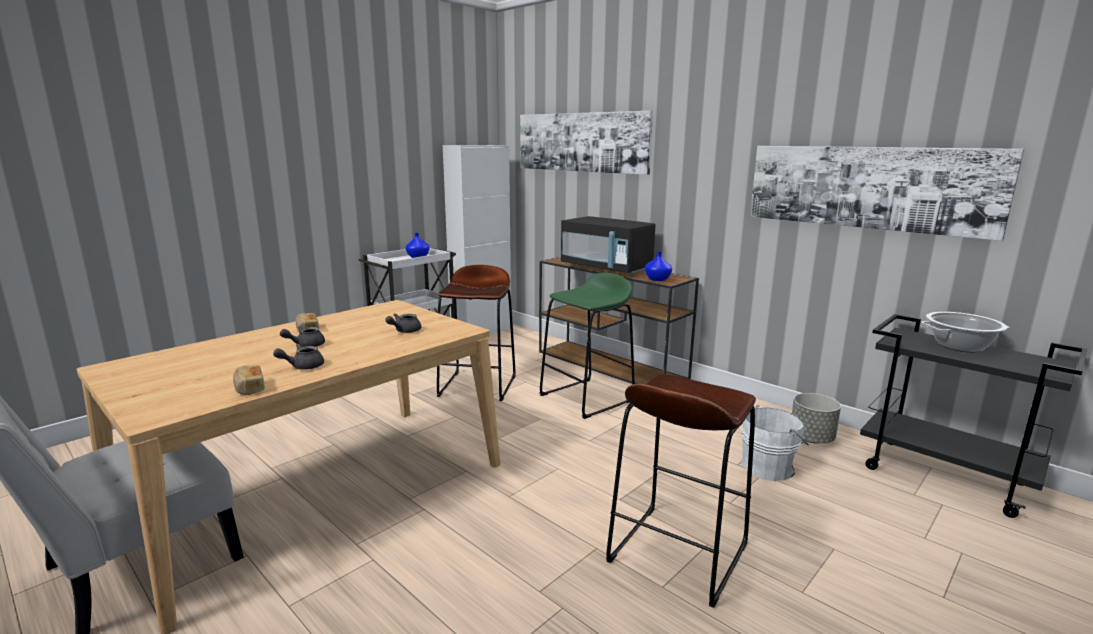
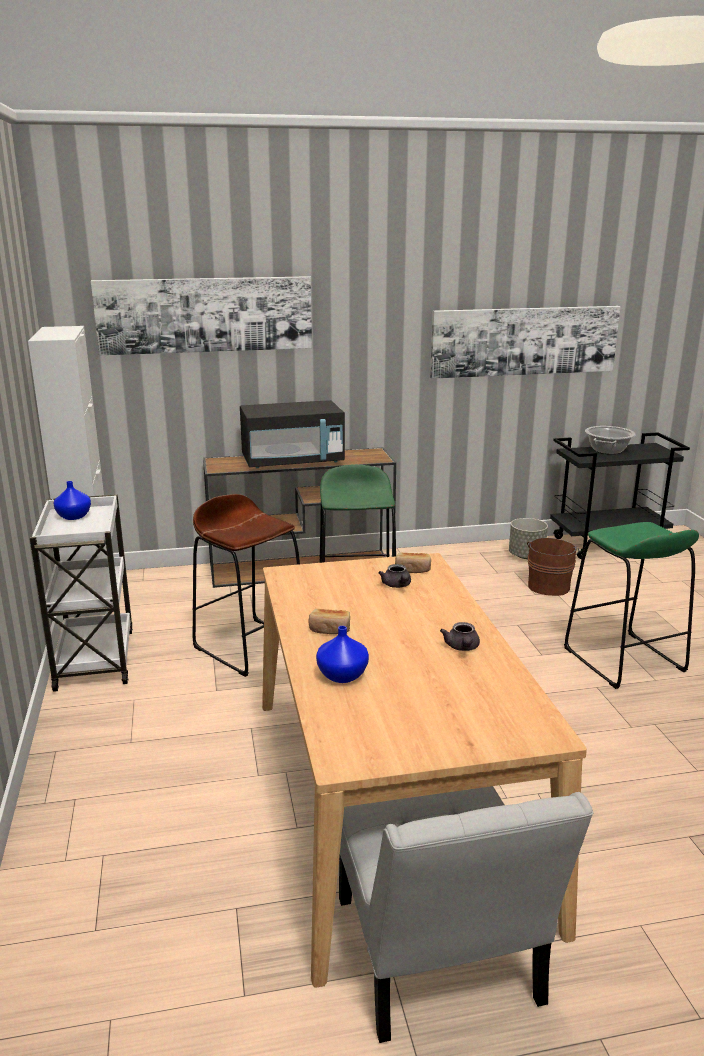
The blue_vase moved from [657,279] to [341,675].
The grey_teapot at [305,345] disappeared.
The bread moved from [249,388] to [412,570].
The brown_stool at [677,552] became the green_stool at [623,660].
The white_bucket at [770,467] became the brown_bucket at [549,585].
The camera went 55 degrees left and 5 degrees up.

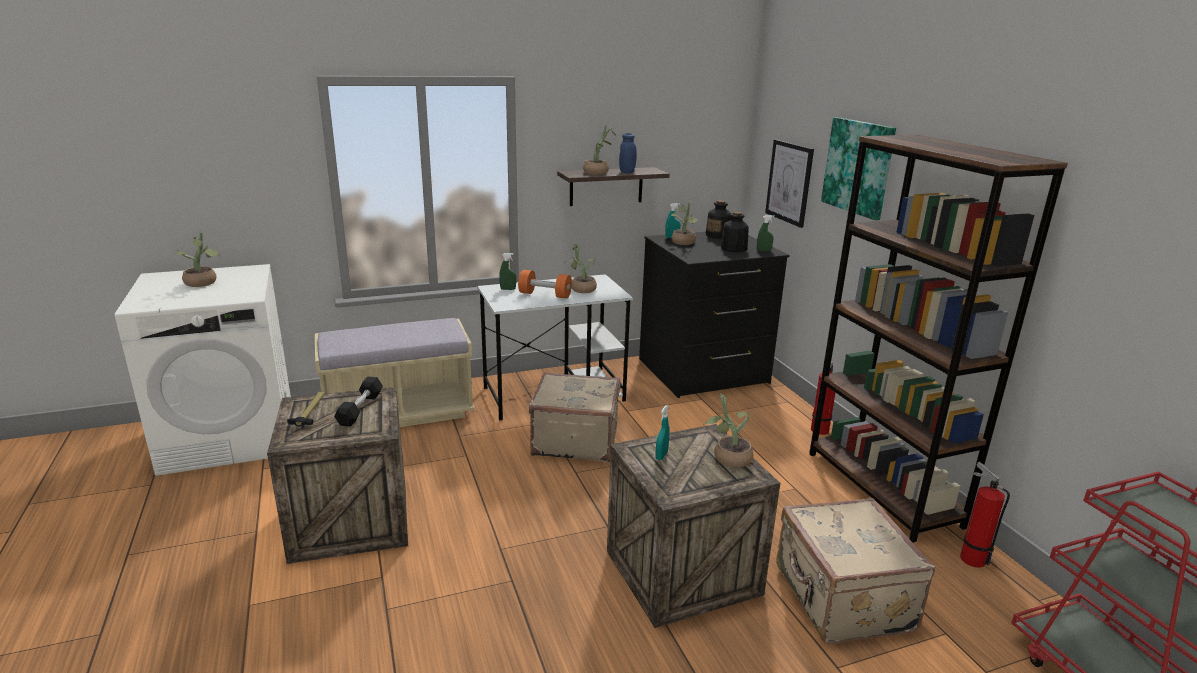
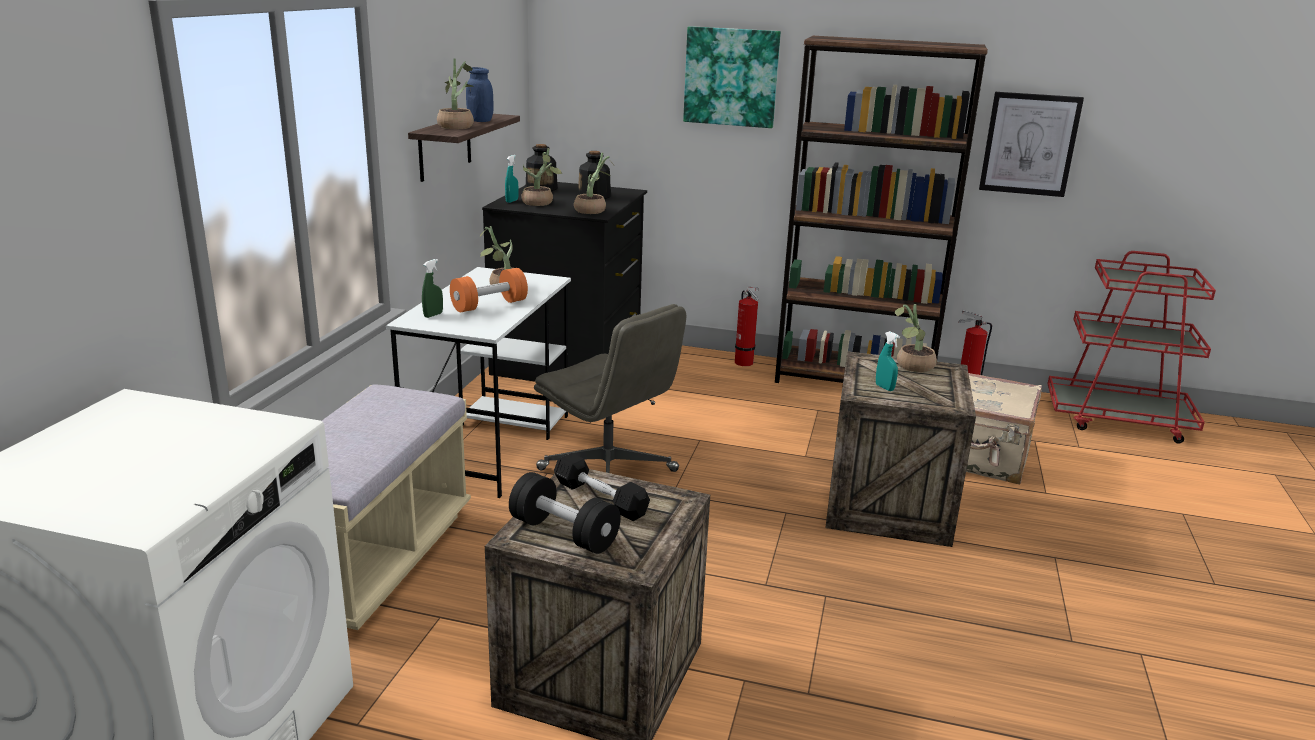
The picture moved from [789,182] to [1029,144].
The green_spray_bottle at [763,251] disappeared.
The potted_plant moved from [203,283] to [593,210].
The beige_suitcase at [575,440] was replaced by the grey_office_chair at [609,471].
The hammer at [310,412] was replaced by the black_dumbbell at [564,533].
The camera went 55 degrees left and 0 degrees up.

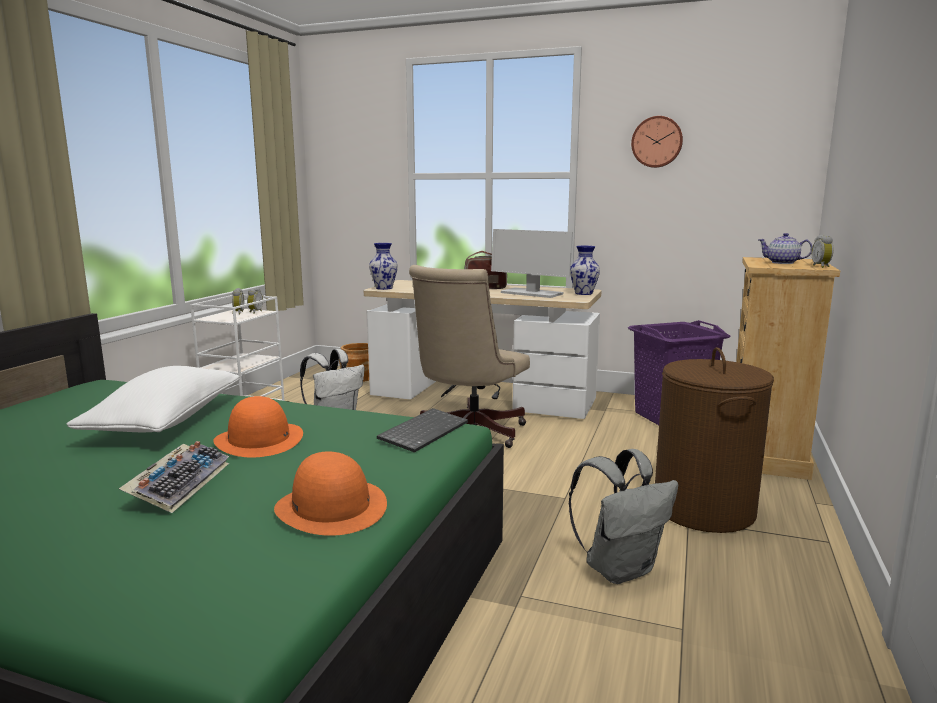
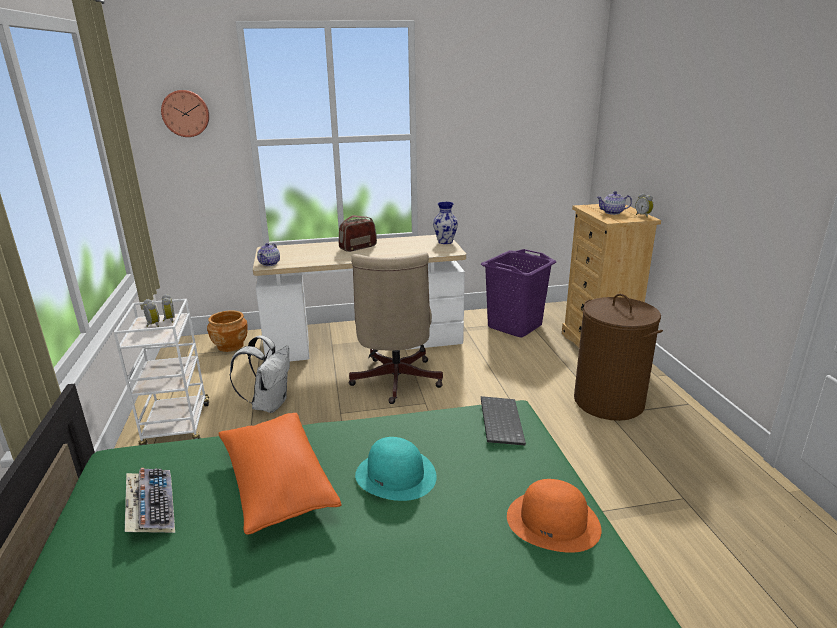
The wall_clock moved from [657,142] to [186,113].
The monitor at [531,293] disappeared.
The vase at [384,288] was replaced by the teapot at [270,263].
The white_pillow at [165,422] became the orange_pillow at [277,485].
The orange_hat at [259,440] became the turquoise_hat at [396,475].
The keyboard moved from [179,484] to [151,507].
The grey_backpack at [620,568] disappeared.
The camera went 30 degrees left and 10 degrees up.

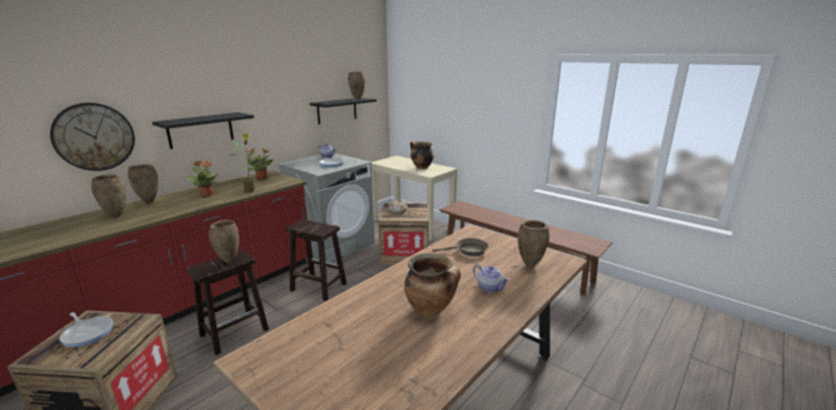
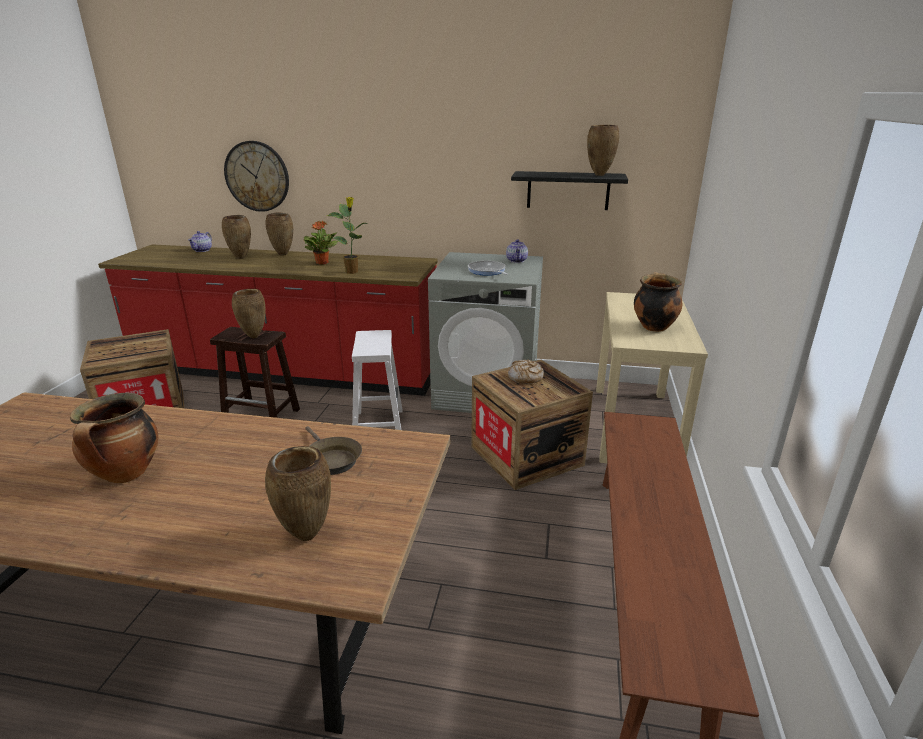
The black_shelf at [201,130] disappeared.
The potted_plant at [262,178] disappeared.
The brown_stool at [317,287] became the white_stool at [378,425].
The teapot moved from [490,287] to [202,250].
The frying_pan at [88,333] disappeared.
The camera went 60 degrees right and 5 degrees up.

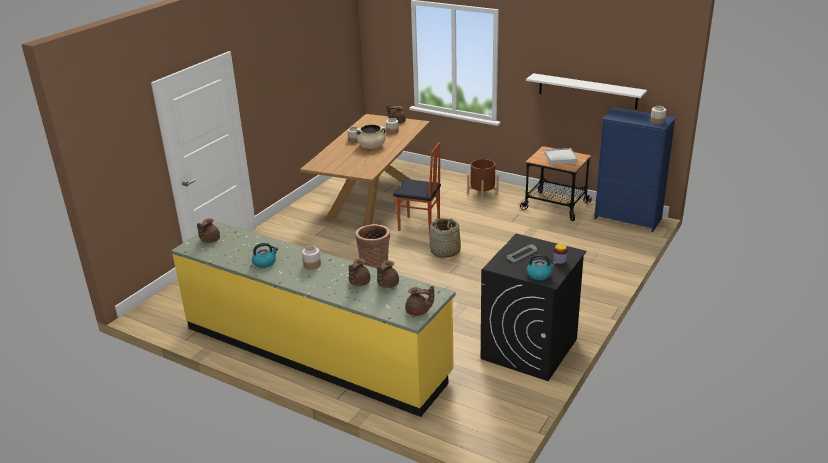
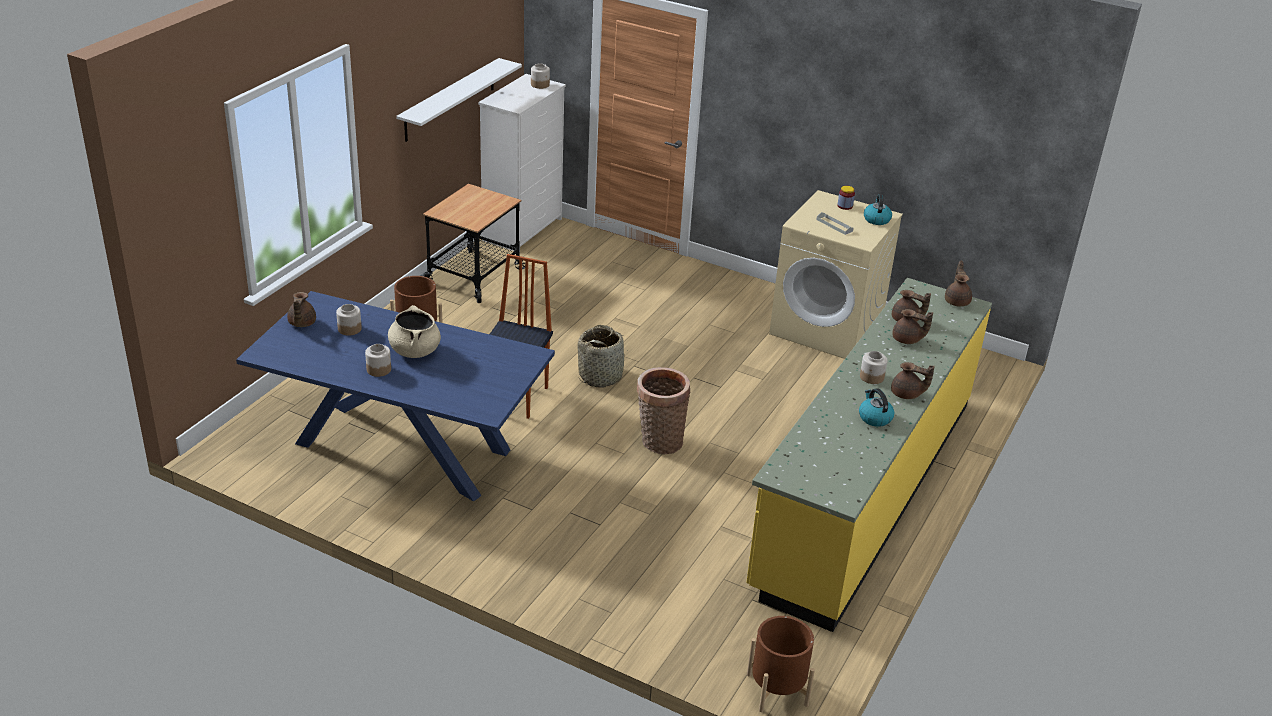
The blue_dresser at [628,219] became the white_dresser at [523,229].
The brown_dining_table at [371,199] became the blue_dining_table at [402,447].
The white_tray at [560,158] disappeared.
The brown_teapot moved from [209,240] to [907,394].
The black_washing_machine at [529,349] became the beige_washing_machine at [827,328].
The brown_planter at [777,689] appeared.
The camera went 95 degrees left and 5 degrees up.

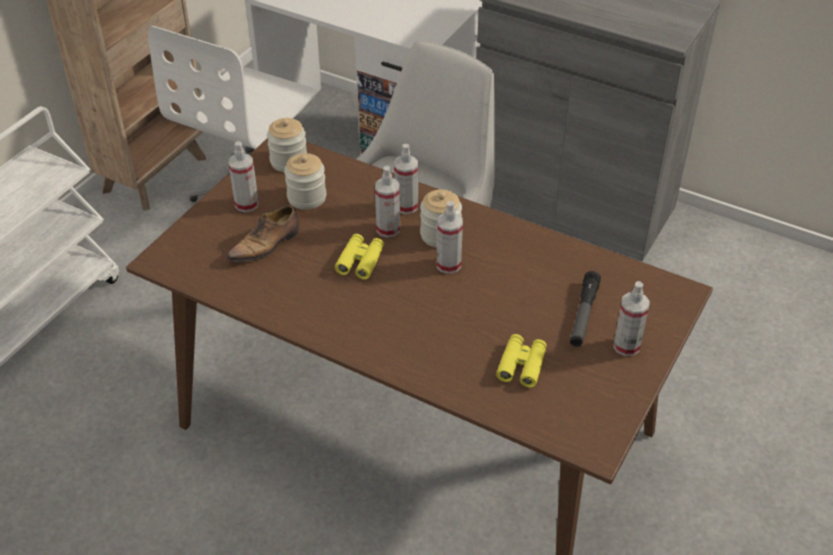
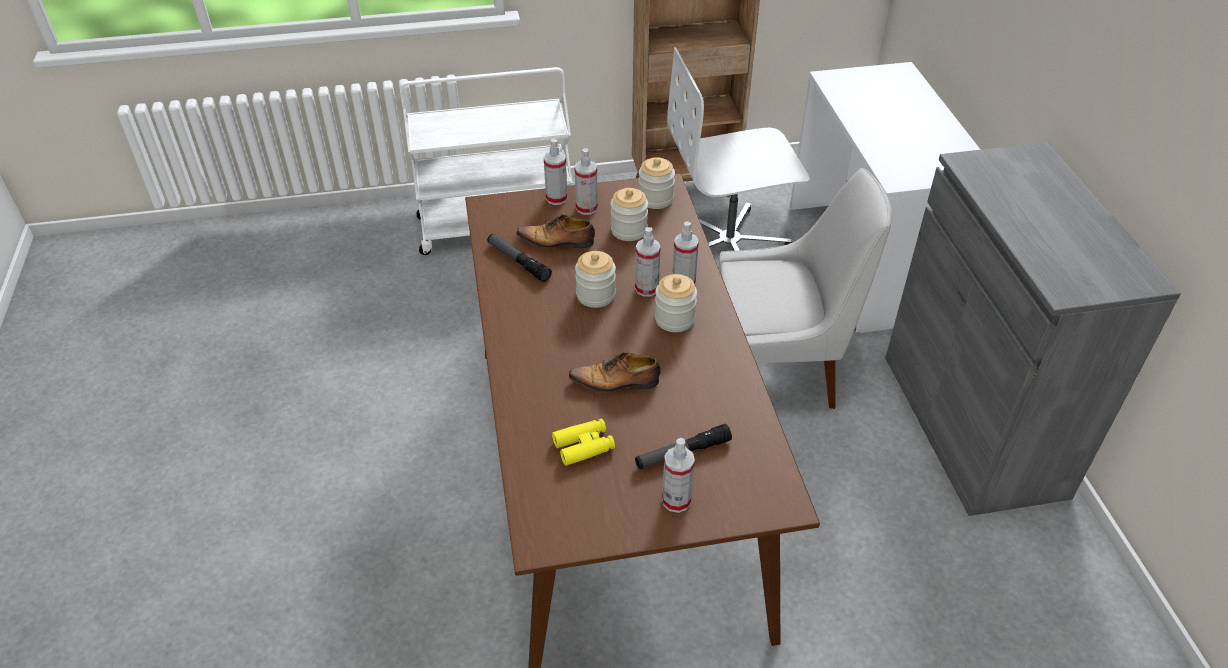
The spray_bottle moved from [448,265] to [556,198].
The yellow_binoculars at [360,261] was replaced by the jar at [595,295].
The flashlight at [518,262] appeared.
The shoe at [616,382] appeared.
The camera went 50 degrees right and 0 degrees up.

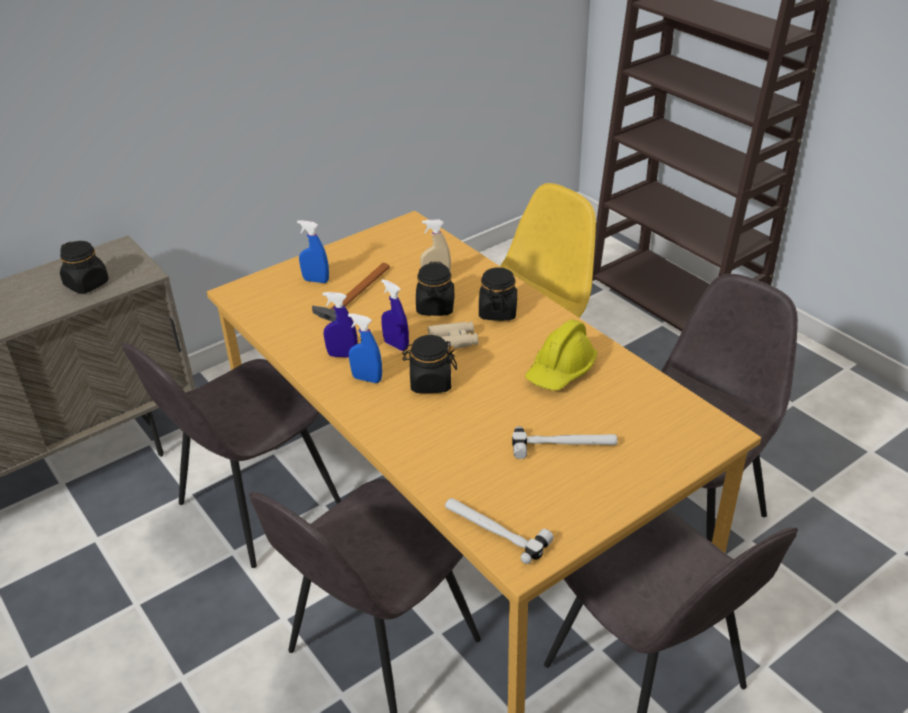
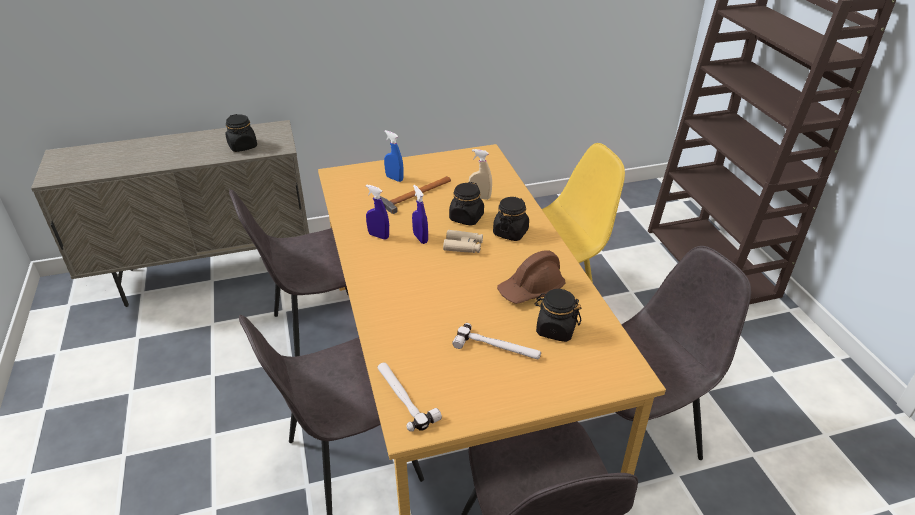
The blue_spray_bottle at [367,379] disappeared.
The yellow_hard_hat at [561,371] became the brown_hard_hat at [531,289].
The black_jar moved from [430,382] to [555,329].
The camera went 20 degrees right and 0 degrees up.

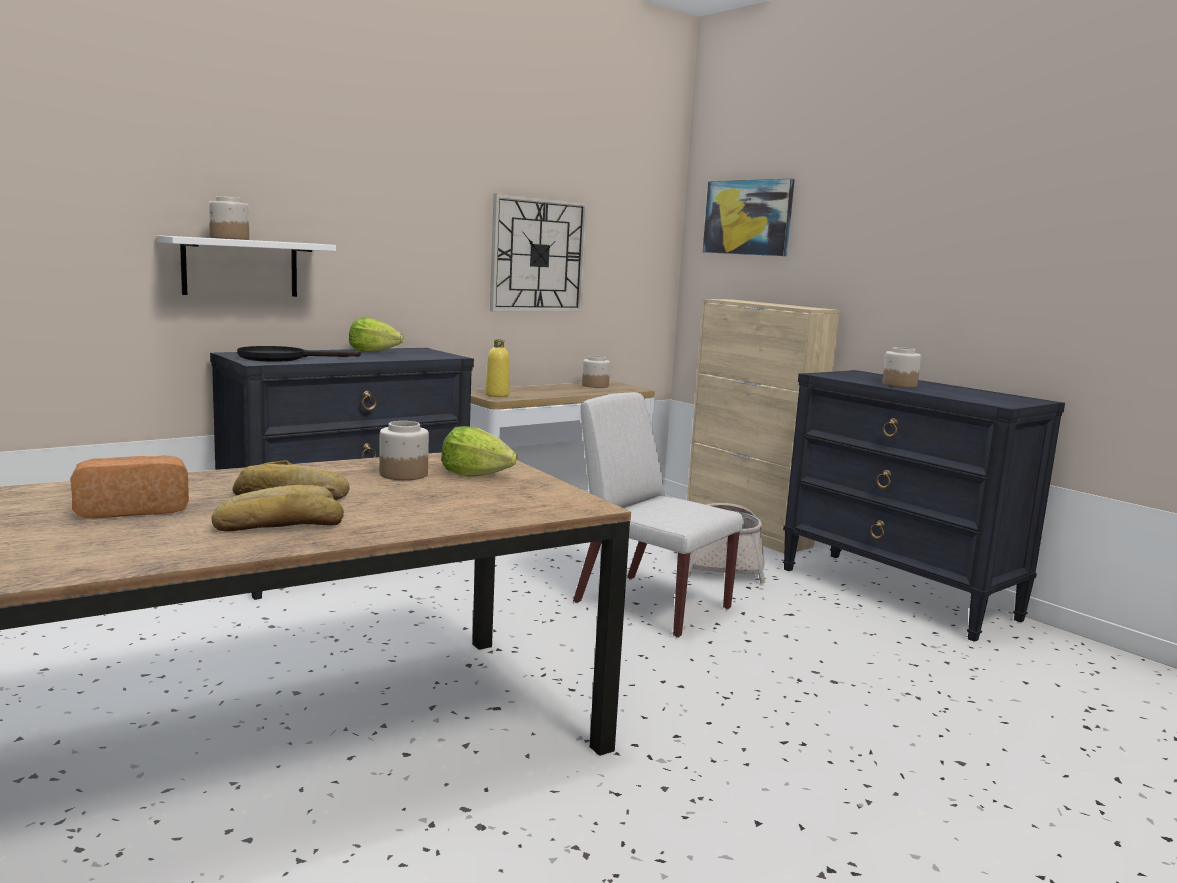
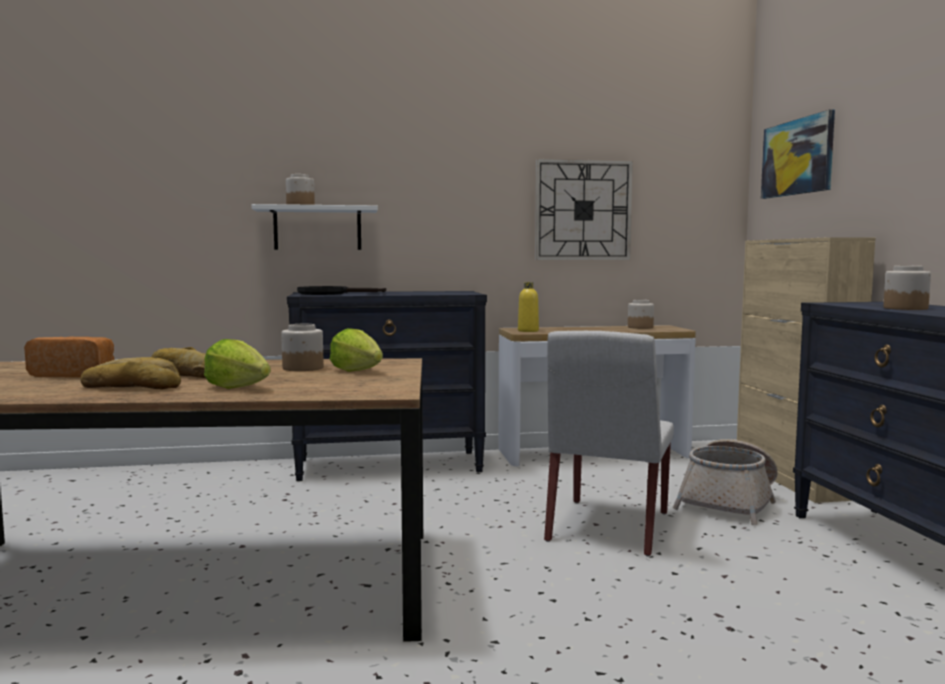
The lettuce moved from [373,351] to [238,387].
The white_chair at [650,604] turned 135 degrees counterclockwise.
The camera went 30 degrees right and 5 degrees down.

